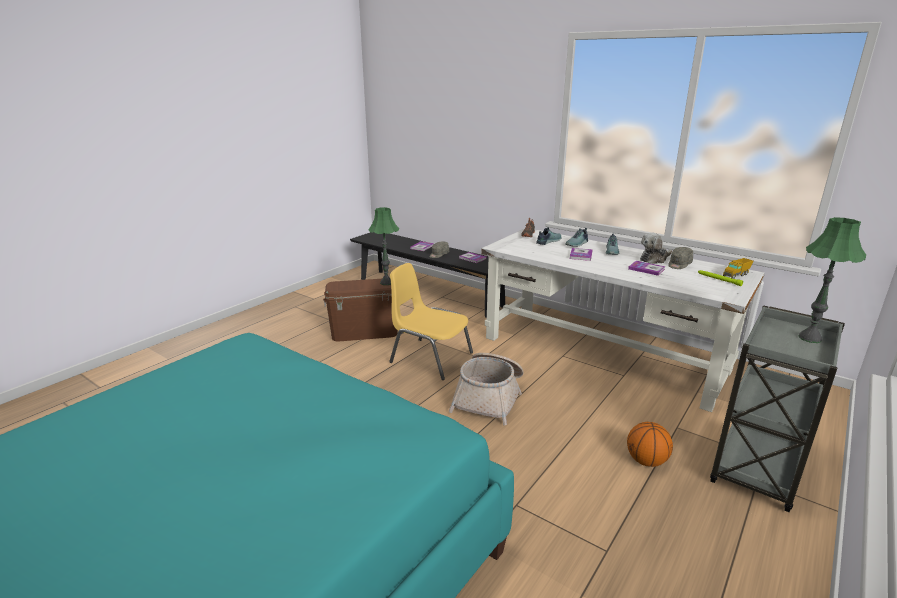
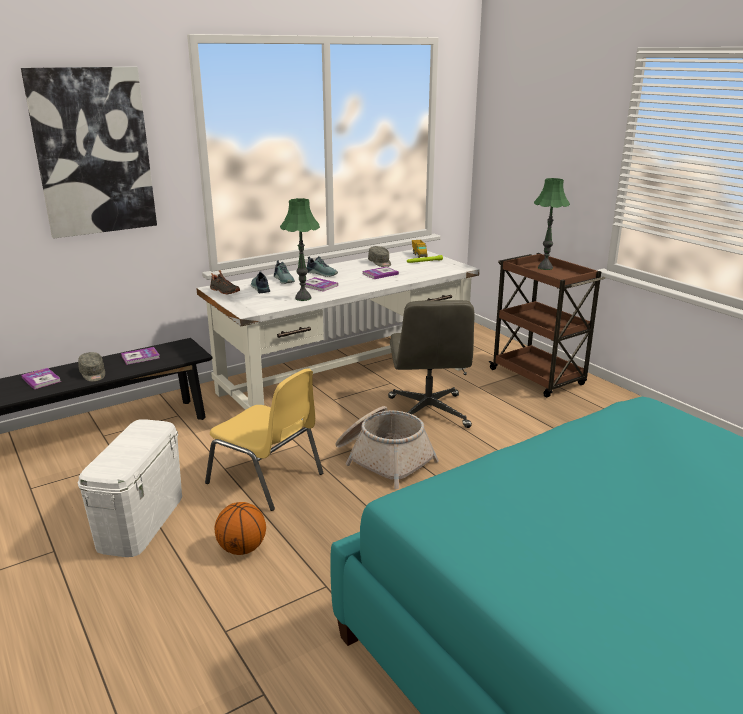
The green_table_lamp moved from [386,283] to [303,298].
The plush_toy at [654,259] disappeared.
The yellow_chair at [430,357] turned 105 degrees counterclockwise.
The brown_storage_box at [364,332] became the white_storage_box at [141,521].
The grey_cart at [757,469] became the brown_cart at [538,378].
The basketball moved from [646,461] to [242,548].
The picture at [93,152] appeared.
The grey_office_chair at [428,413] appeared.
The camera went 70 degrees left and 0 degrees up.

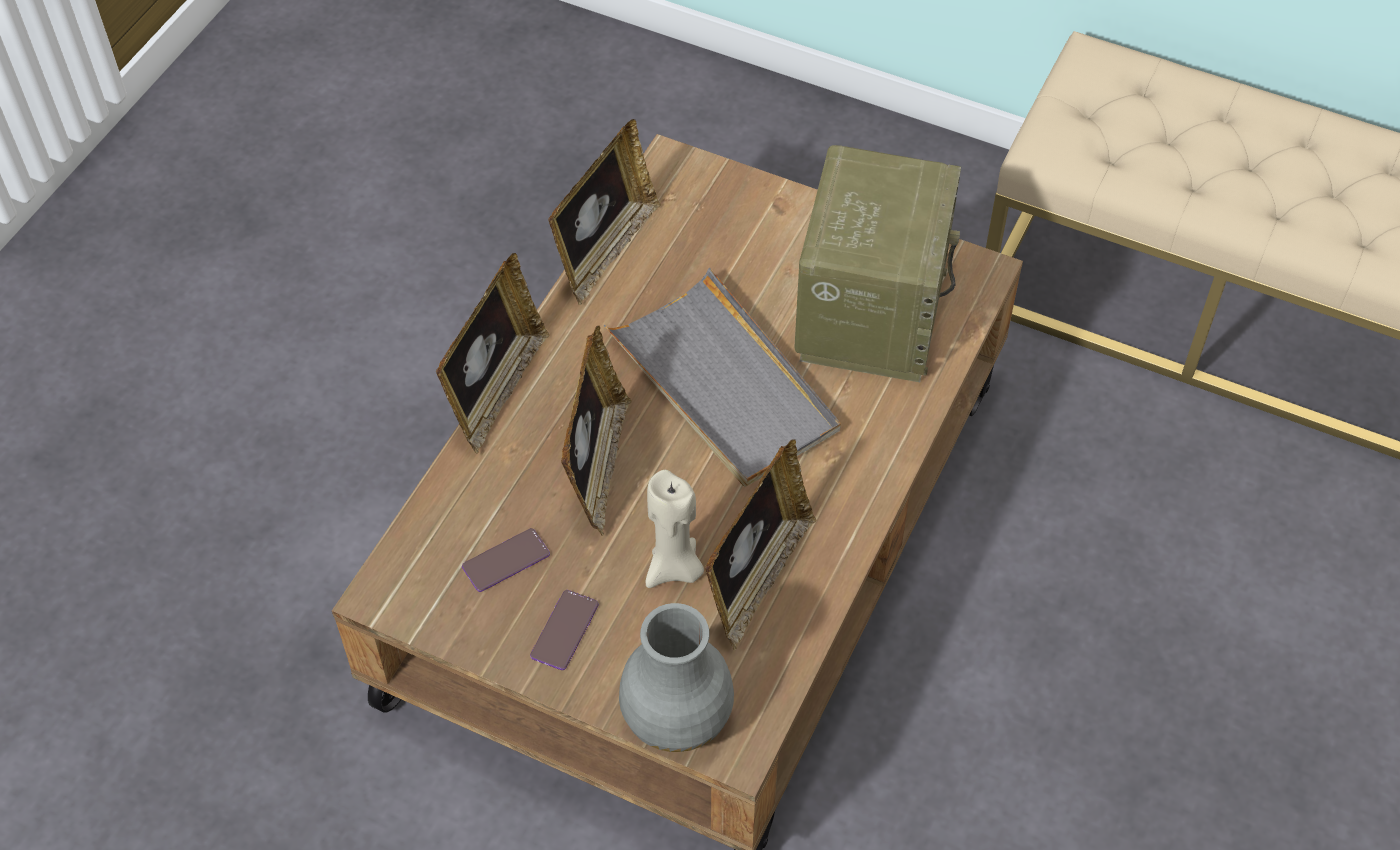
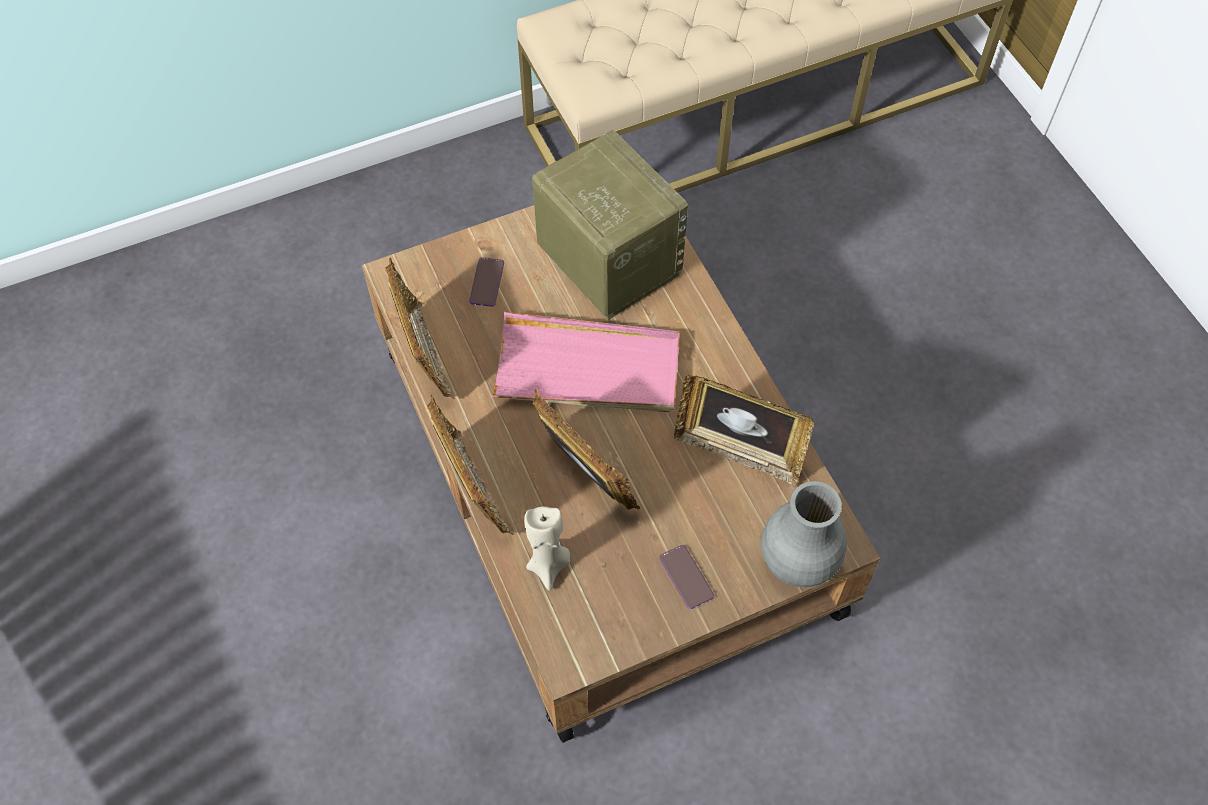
The grey_tray at [724,385] became the pink_tray at [588,369].
The picture_frame at [757,578] turned 135 degrees clockwise.
The beige_candle moved from [675,569] to [549,565].
The phone moved from [506,561] to [487,282].
The camera went 50 degrees left and 5 degrees up.

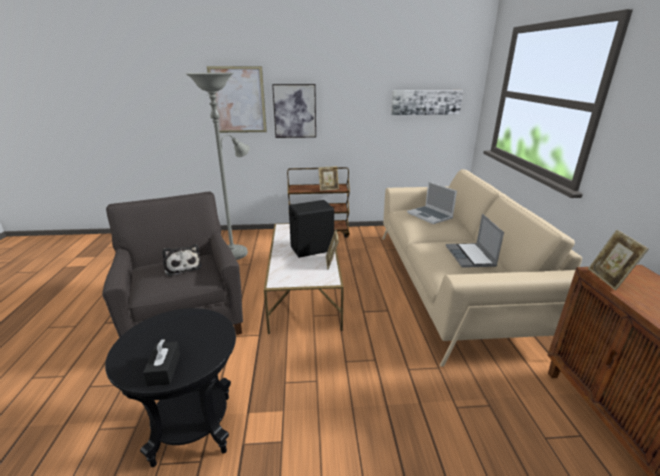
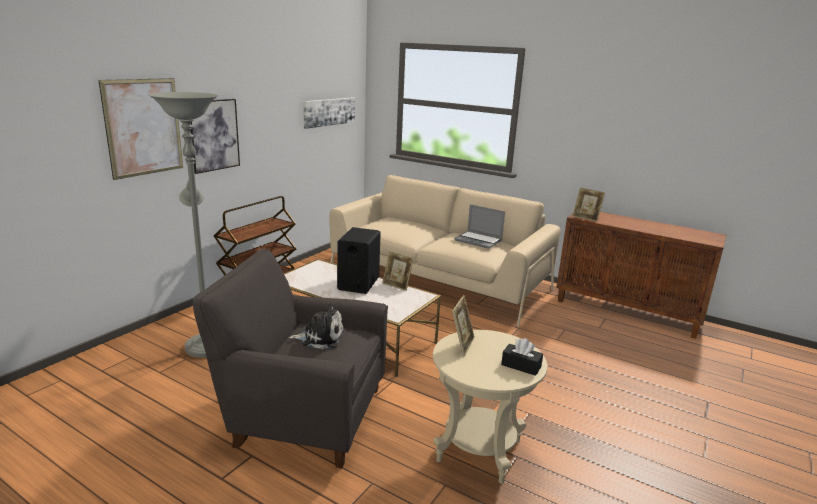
The picture_frame moved from [328,189] to [462,345].
The laptop at [430,216] disappeared.
The black_side_table at [193,429] became the beige_side_table at [479,451].
The camera went 55 degrees left and 5 degrees down.

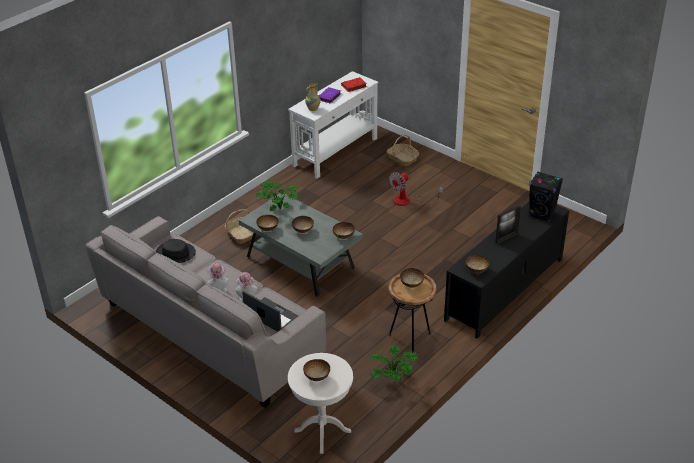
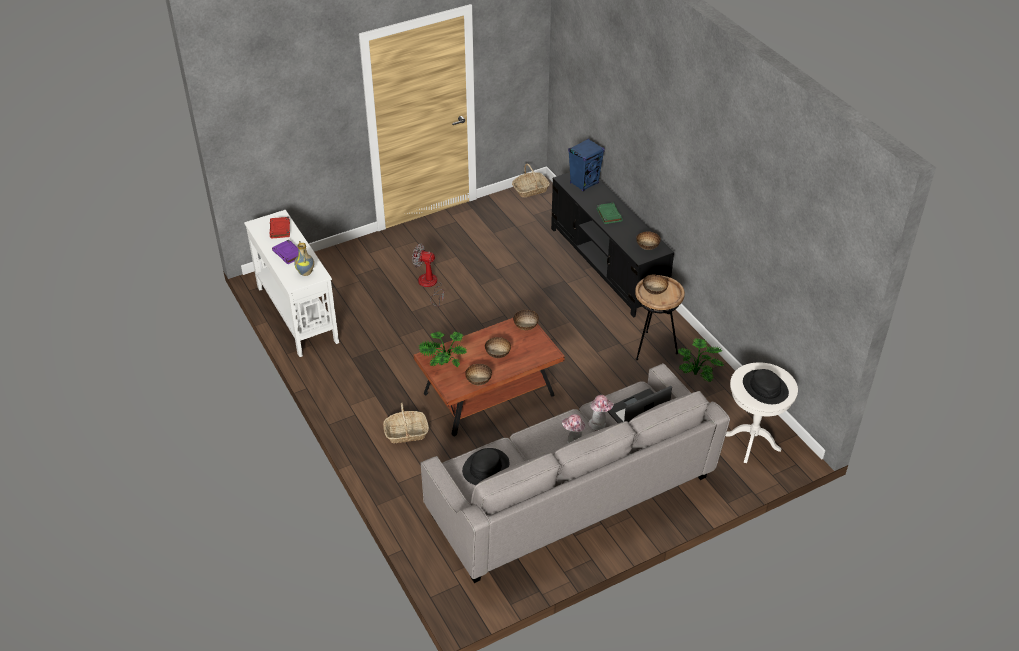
The basket moved from [402,158] to [530,189].
The fan at [408,201] turned 135 degrees clockwise.
The black_speaker at [542,214] became the blue_speaker at [584,183].
The grey_coffee_table at [301,263] became the brown_coffee_table at [489,395].
The picture_frame at [506,238] was replaced by the green_book at [608,215].
The bowl at [317,377] was replaced by the black_hat at [765,388].
The camera went 70 degrees left and 5 degrees up.

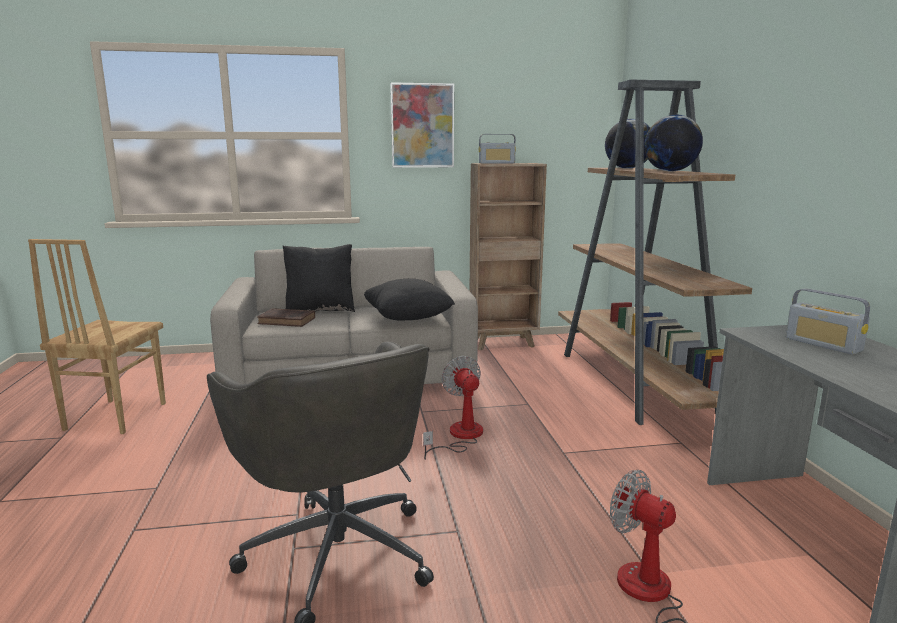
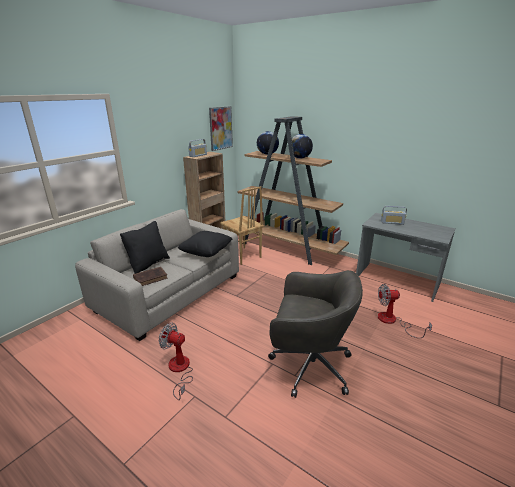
The picture moved from [422,126] to [220,128].
The brown_chair moved from [114,416] to [242,256].
The fan moved from [460,436] to [179,370].
The camera went 45 degrees left and 10 degrees up.

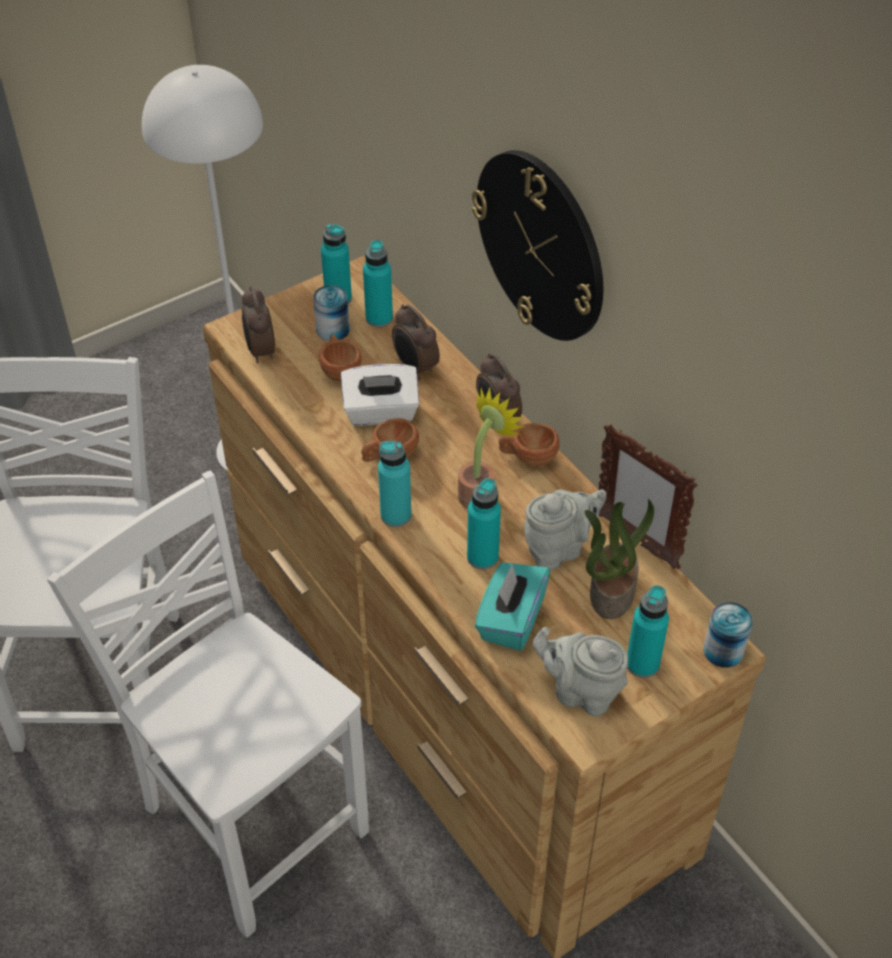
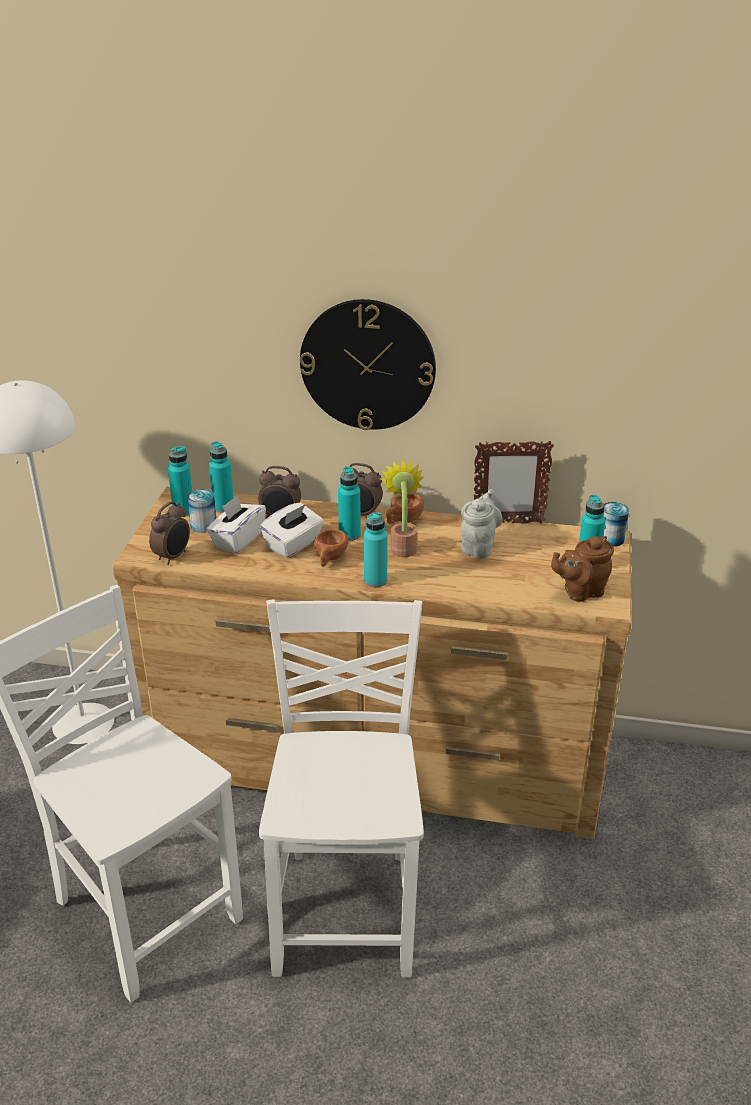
The alarm_clock at [260,351] turned 90 degrees counterclockwise.
The brown_cup at [339,369] was replaced by the white_tissue_box at [237,540].
The white_chair at [251,820] turned 90 degrees clockwise.
The turquoise_bottle moved from [482,557] to [349,535].
The potted_plant at [611,590] disappeared.
The turquoise_tissue_box at [511,620] disappeared.
The grey_teapot at [581,692] became the brown_teapot at [580,592].
The camera went 45 degrees left and 15 degrees down.

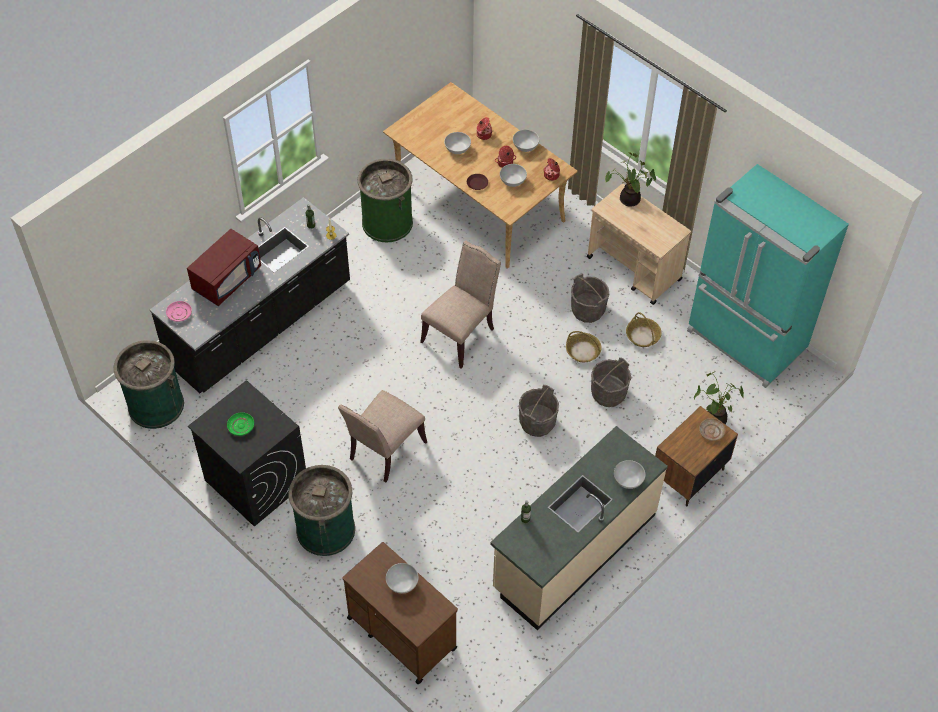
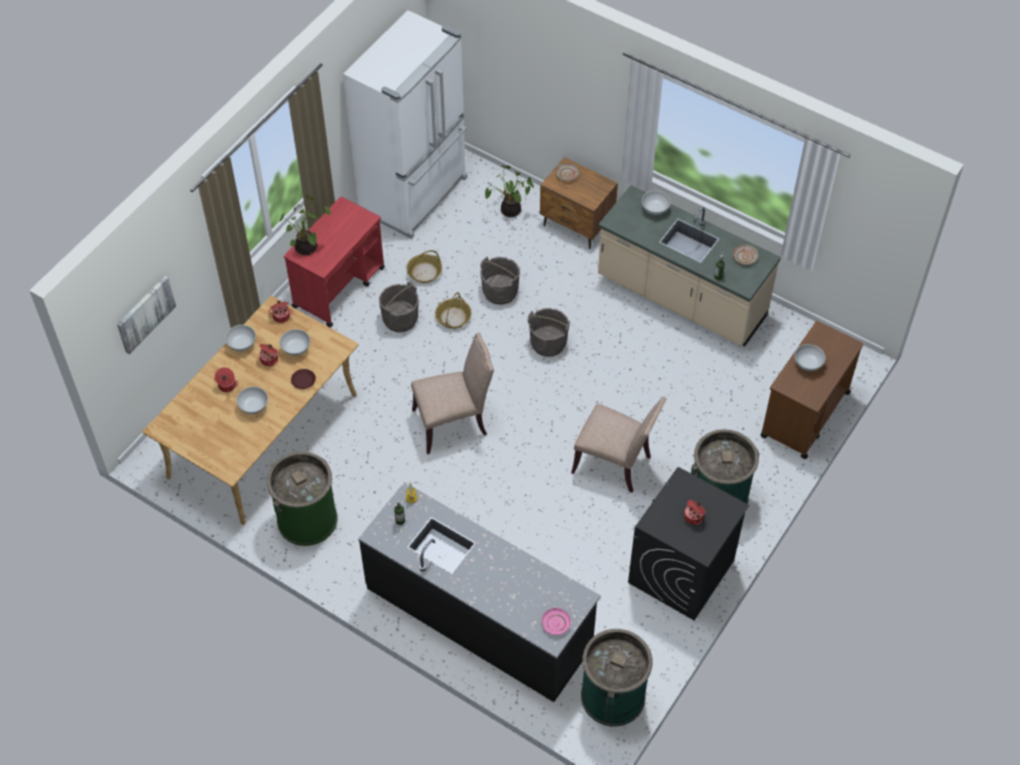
The turquoise_fridge at [745,342] became the white_fridge at [415,195].
The beige_cart at [634,269] became the red_cart at [339,287].
The red_microwave at [227,279] disappeared.
The beige_chair at [461,334] turned 135 degrees clockwise.
The green_plate at [241,426] was replaced by the cooking_pot at [694,517].
The beige_plate at [745,257] appeared.
The picture at [145,313] appeared.
The camera went 100 degrees left and 0 degrees up.

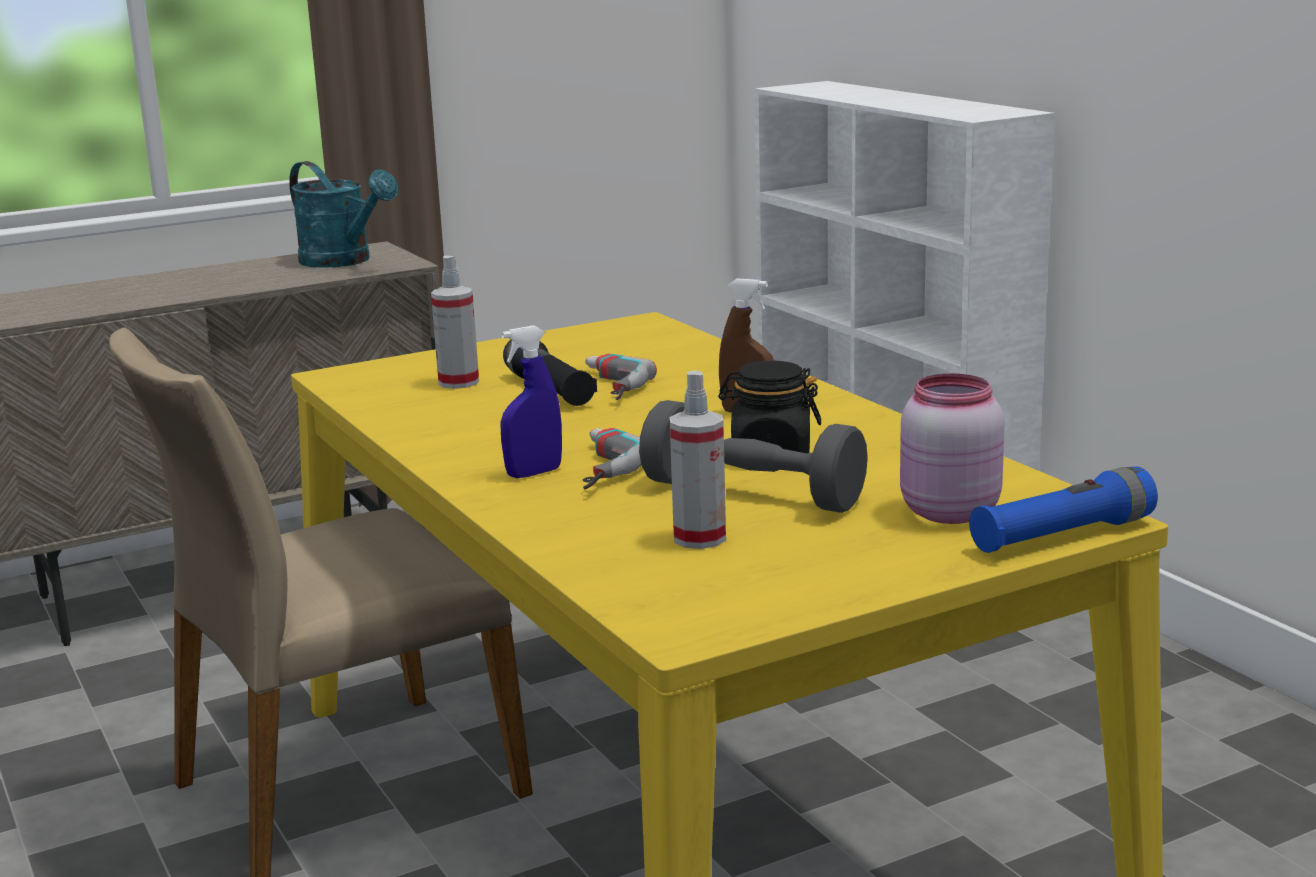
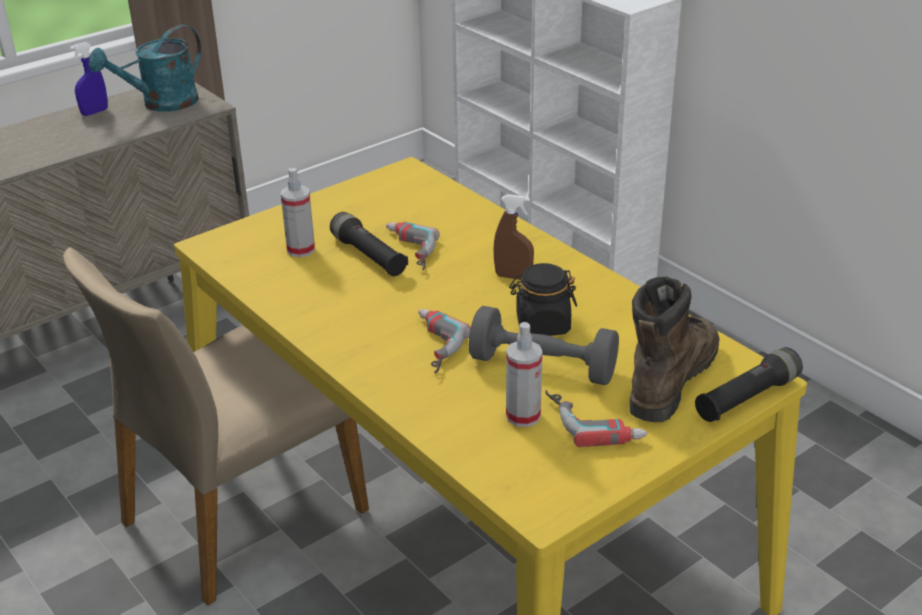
The turquoise_watering_can at [344,261] turned 105 degrees clockwise.
The blue_spray_bottle moved from [534,473] to [94,112].
The pink_jar at [946,512] was replaced by the brown_boot at [670,378].
The blue_flashlight at [1062,536] became the black_flashlight at [746,398].
The power_drill at [595,420] appeared.
The camera went 10 degrees left and 15 degrees up.

